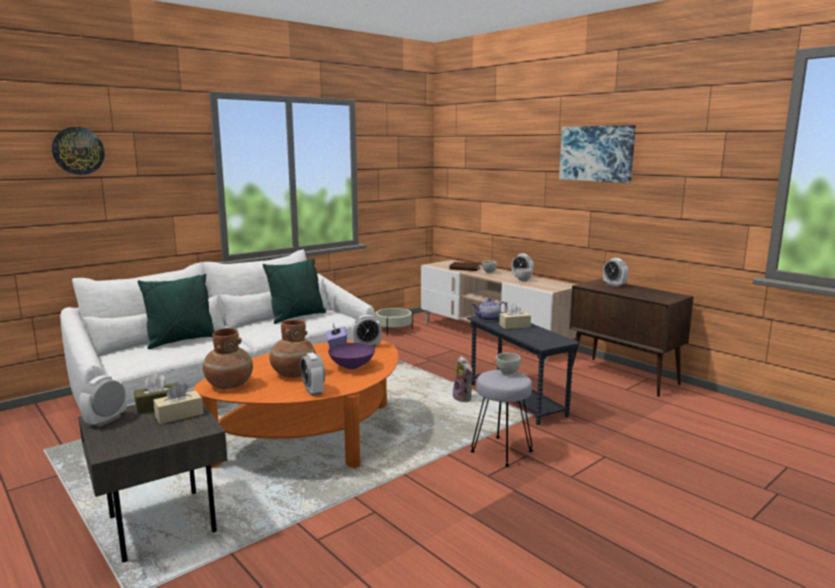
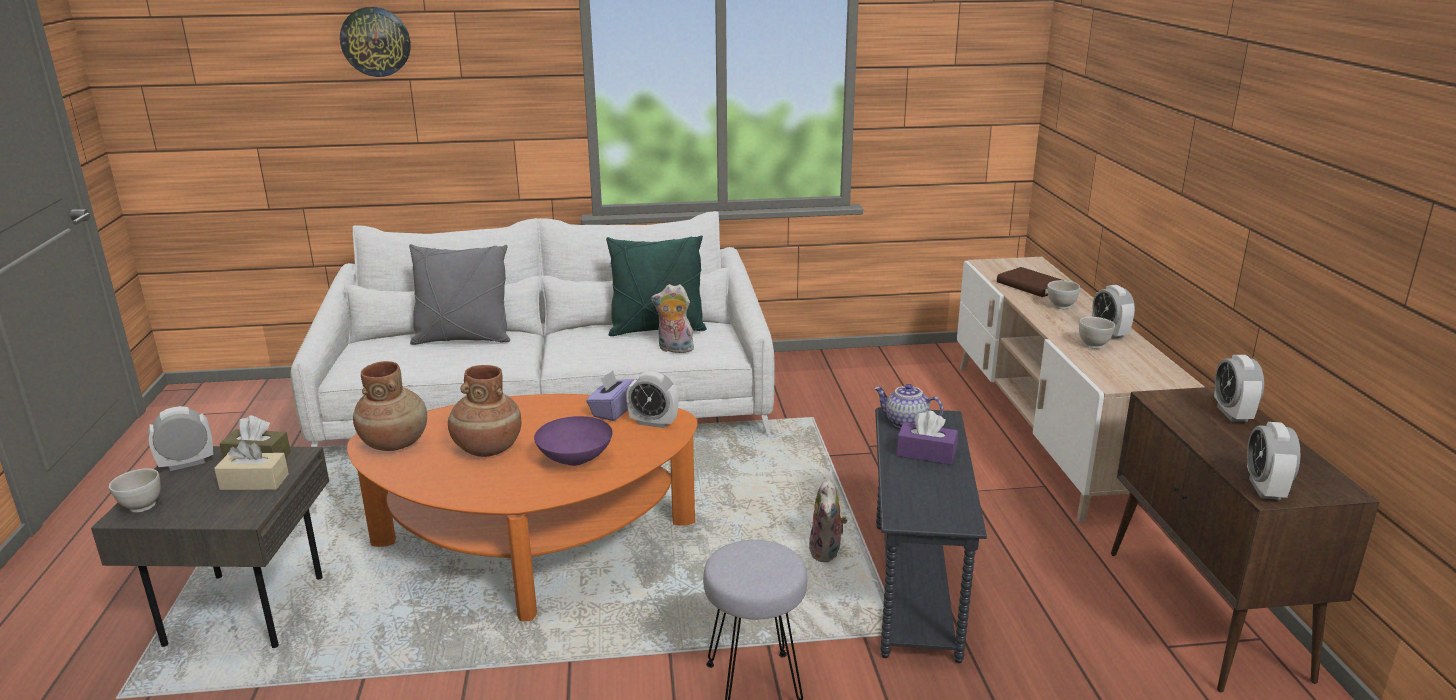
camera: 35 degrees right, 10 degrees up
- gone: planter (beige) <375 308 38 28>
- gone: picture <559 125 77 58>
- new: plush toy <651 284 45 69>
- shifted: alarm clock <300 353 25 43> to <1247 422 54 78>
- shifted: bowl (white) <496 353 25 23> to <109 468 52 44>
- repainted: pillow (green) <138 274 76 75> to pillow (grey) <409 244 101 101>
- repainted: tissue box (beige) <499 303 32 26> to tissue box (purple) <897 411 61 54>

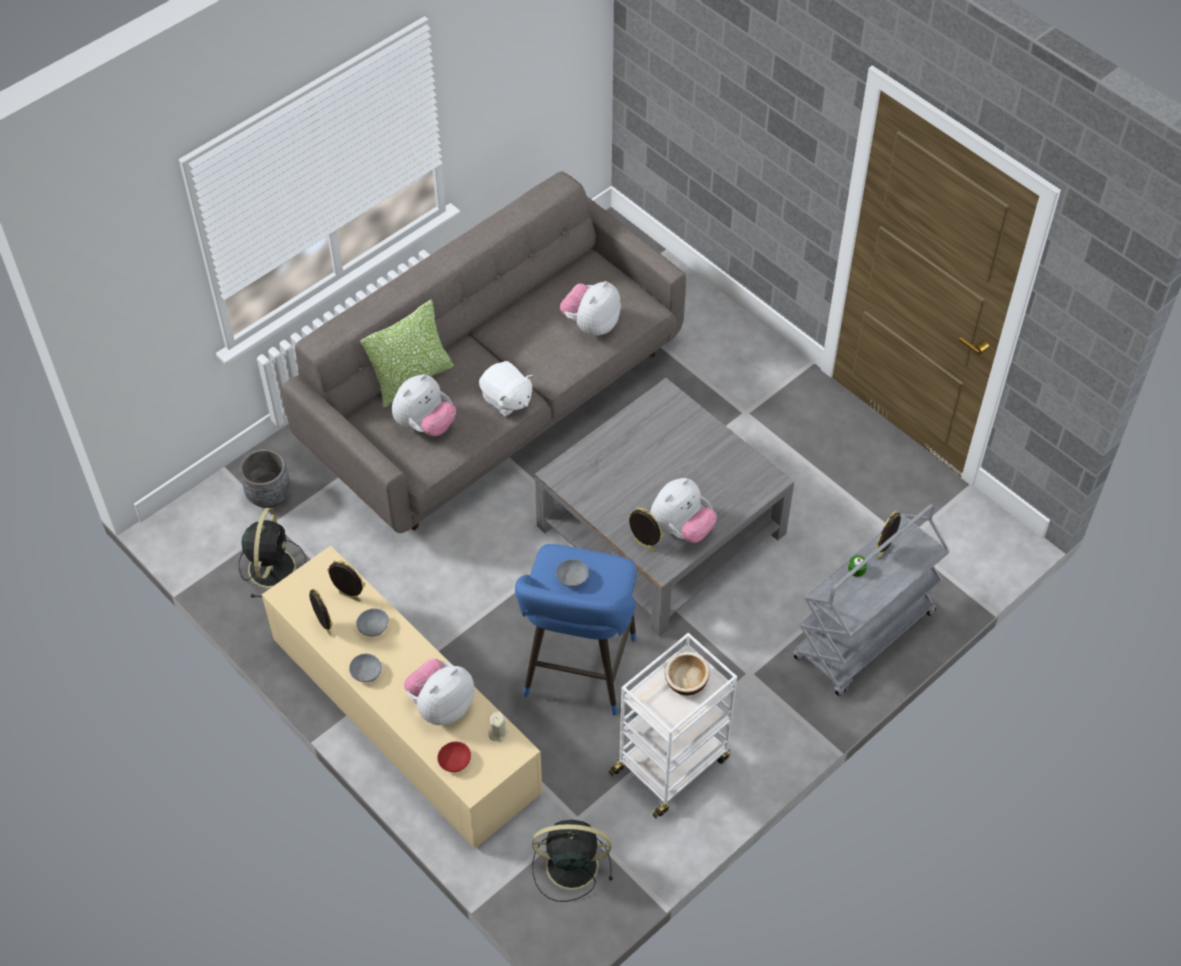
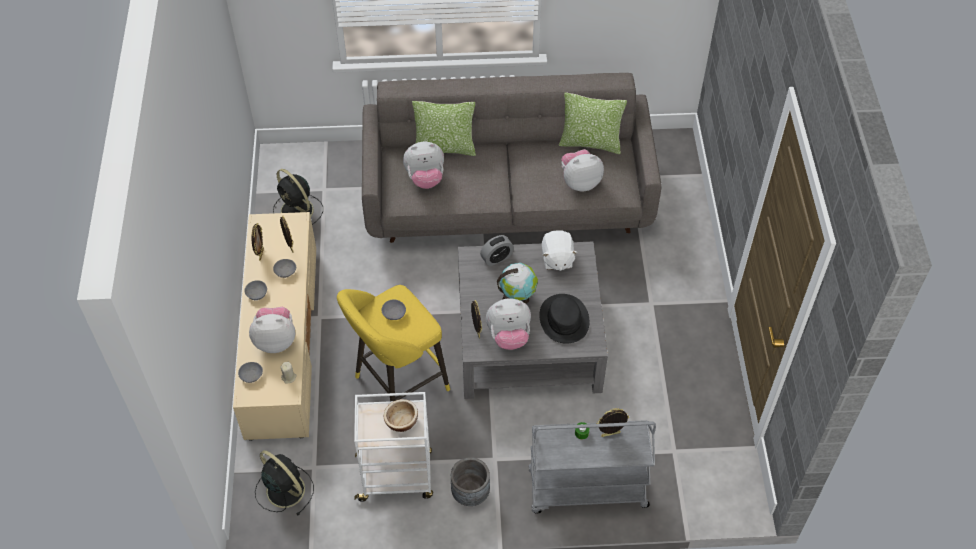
camera: 40 degrees right, 0 degrees up
- new: alarm clock <480 235 34 31>
- new: globe <497 263 41 41>
- new: hat (black) <539 294 51 50>
- new: pillow <559 92 68 62>
- shifted: planter (grey) <239 448 52 60> to <451 457 39 49>
- shifted: plush toy (white) <479 361 54 55> to <542 230 35 41>
- repainted: bowl (red) <437 742 34 30> to bowl (grey) <238 362 25 21>
- repainted: stool (blue) <515 544 122 171> to stool (yellow) <337 285 113 116>
- rotated: fan (black) <239 508 67 89> = <273 169 50 56> 90 degrees clockwise

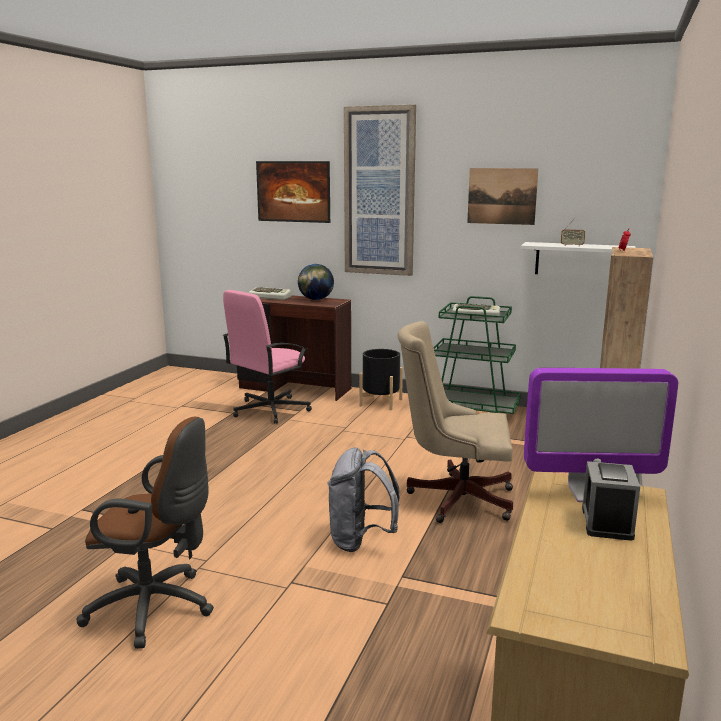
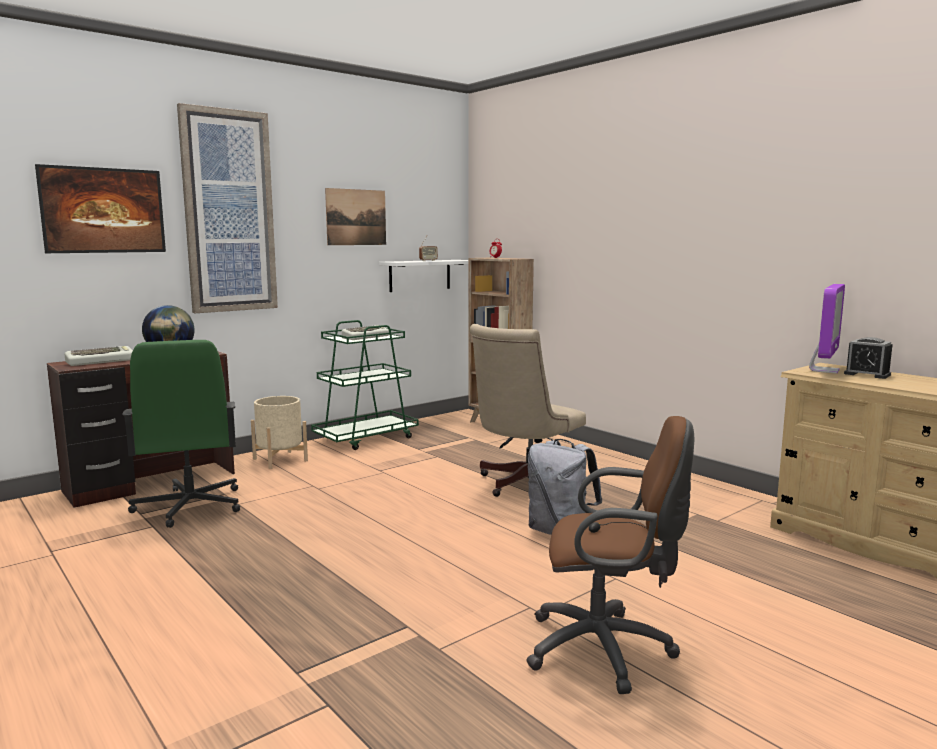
camera: 60 degrees left, 5 degrees down
- repainted: office chair (pink) <223 290 89 134> to office chair (green) <122 340 118 188>
- repainted: planter (black) <359 349 44 61> to planter (beige) <251 396 57 73>
- rotated: office chair (brown) <76 417 138 232> = <526 416 168 278> 60 degrees clockwise

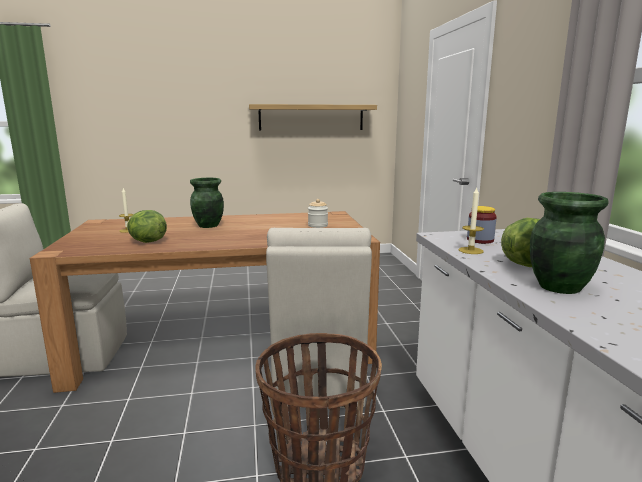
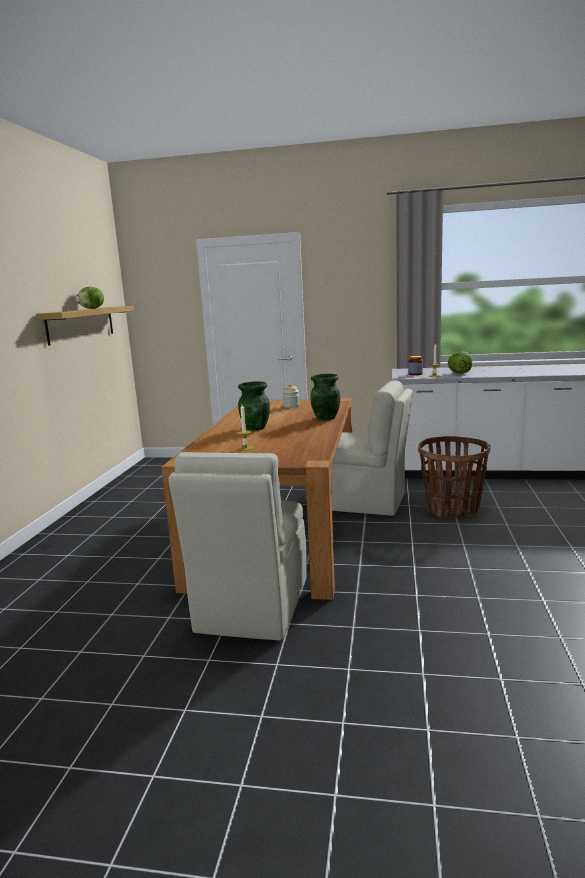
camera: 70 degrees left, 0 degrees up
- shifted: lettuce <127 210 40 33> to <76 287 28 22>
- shifted: vase (green) <530 192 79 102> to <310 374 31 47>

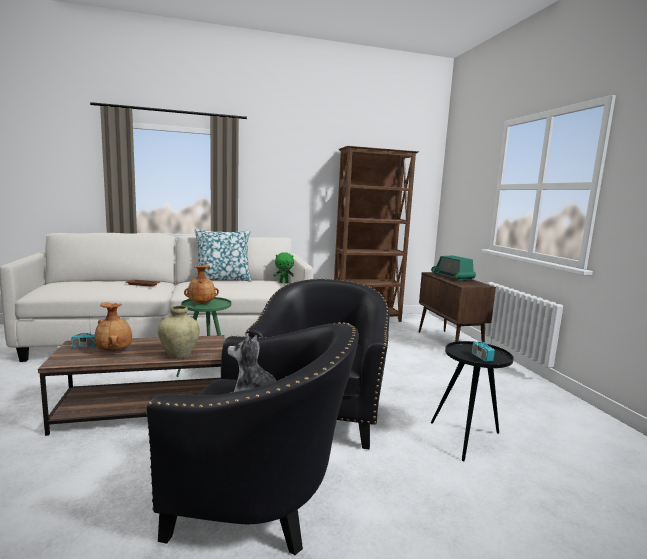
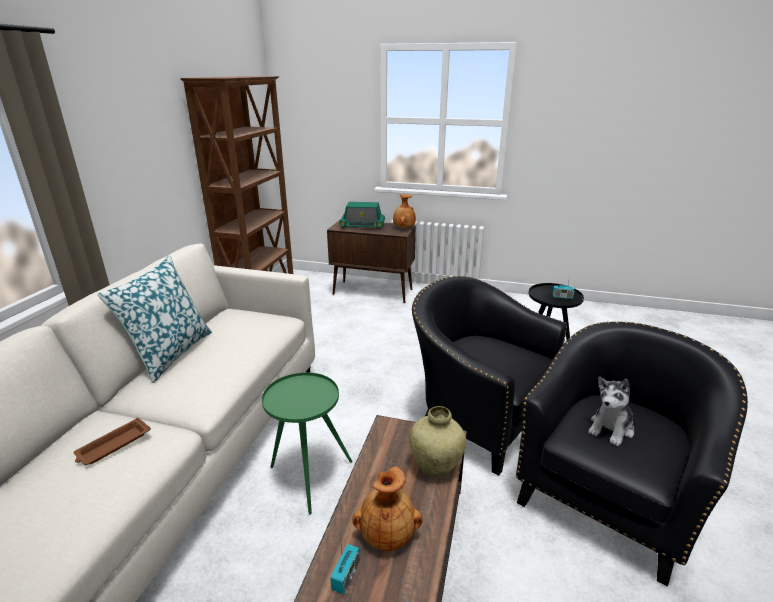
camera: 60 degrees left, 15 degrees up
- gone: plush toy (green) <273 252 21 31>
- shifted: vase (brown) <184 265 35 39> to <393 194 23 34>

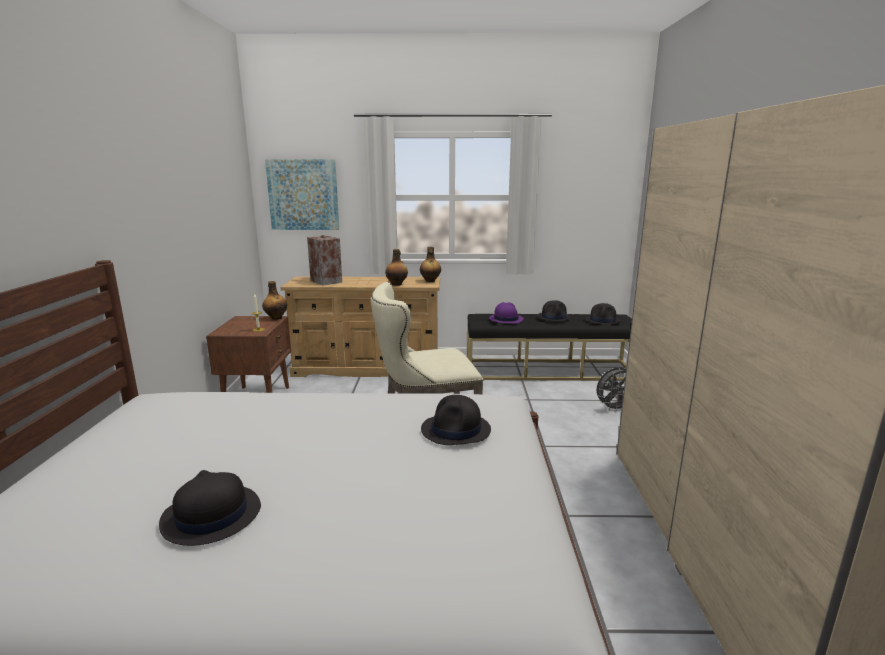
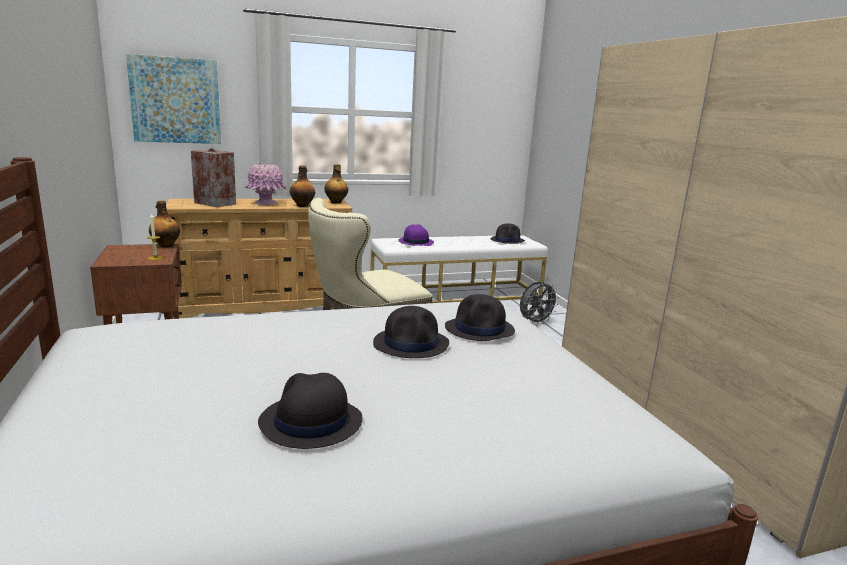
camera: 20 degrees left, 0 degrees up
- new: vase (pink) <245 163 41 42>
- shifted: hat (black) <537 300 35 21> to <373 306 76 52>
- repainted: bench (black) <467 314 165 67> to bench (white) <370 235 178 68>

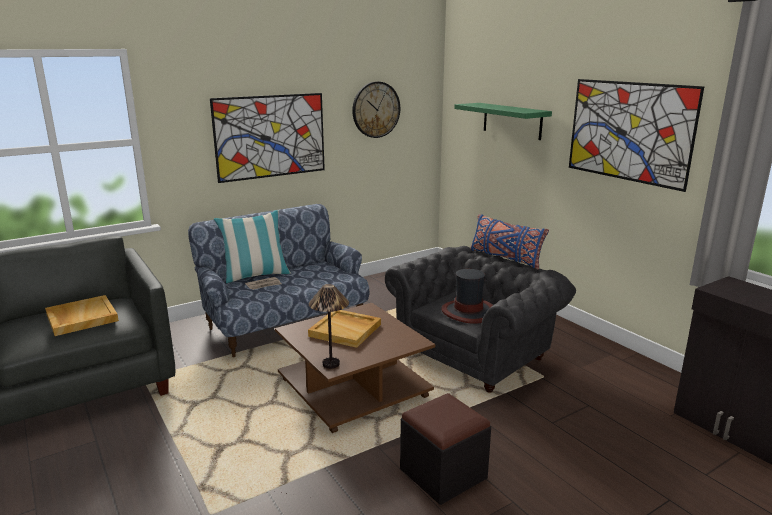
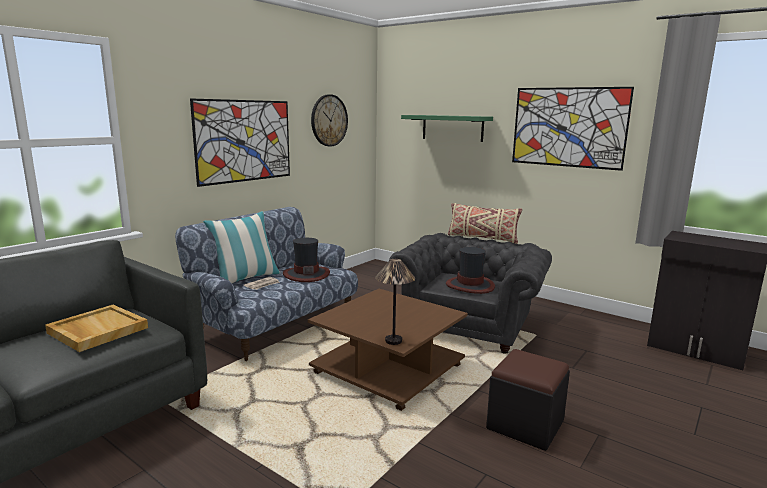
camera: 20 degrees left, 5 degrees down
- gone: tray (beige) <308 310 73 38>
- new: hat <283 238 47 44>
- repainted: pillow (blue) <470 214 79 56> to pillow (beige) <448 203 74 41>

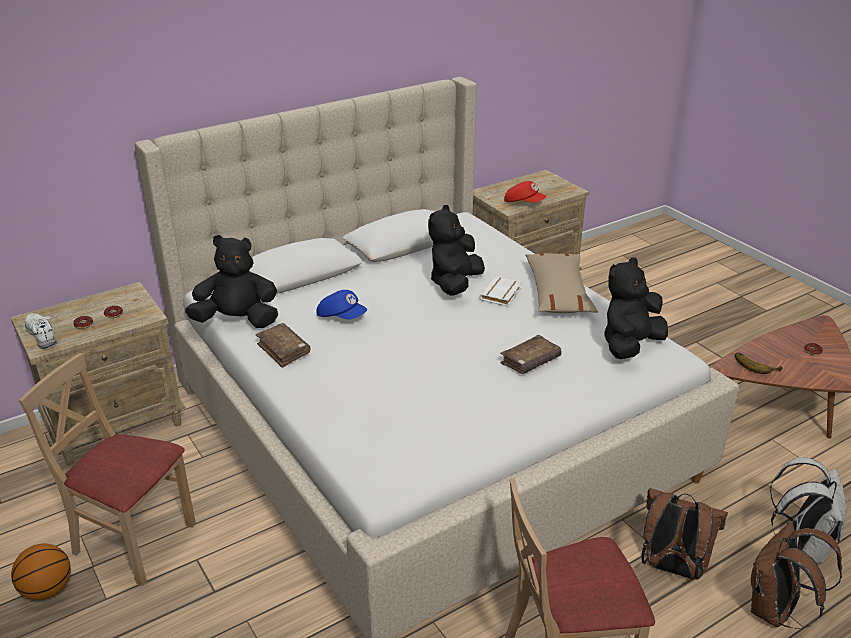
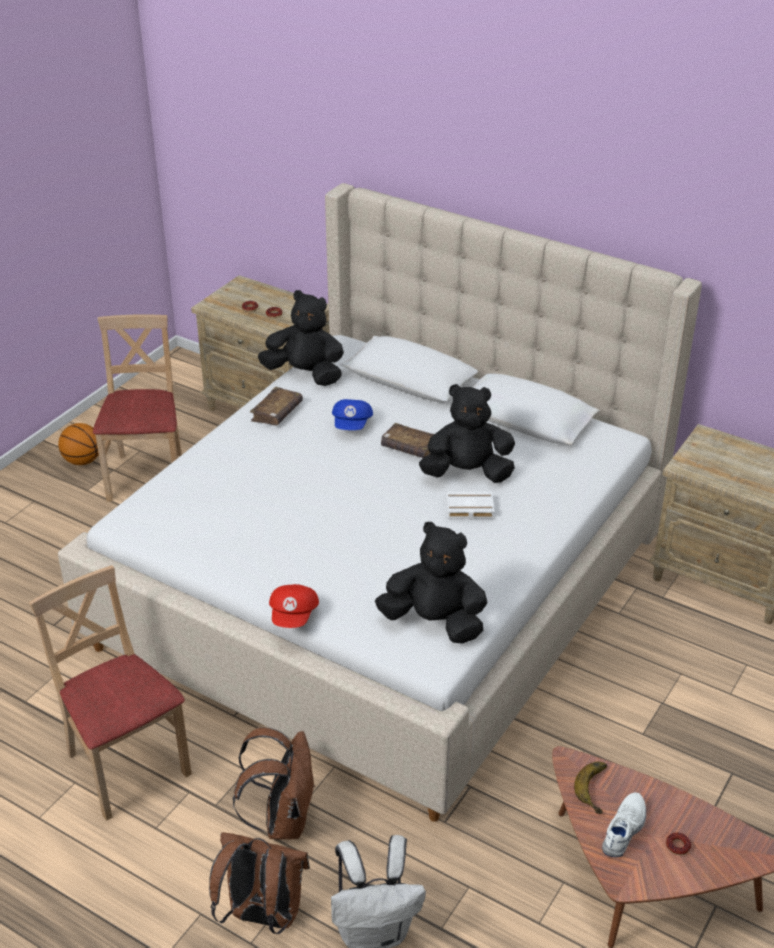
camera: 65 degrees right, 5 degrees up
- gone: pillow (beige) <525 253 73 60>
- shifted: shoe (white) <25 313 31 36> to <602 792 44 65>
- shifted: book (brown) <500 335 61 39> to <381 423 53 35>
- shifted: cap (red) <504 181 43 22> to <269 584 50 44>
- rotated: plush toy (black) <185 235 93 93> = <258 290 86 96> 45 degrees counterclockwise

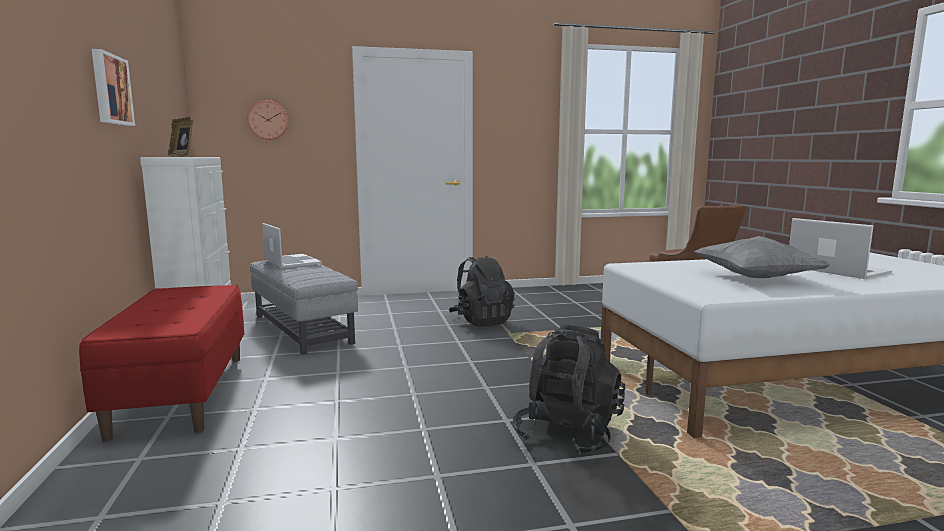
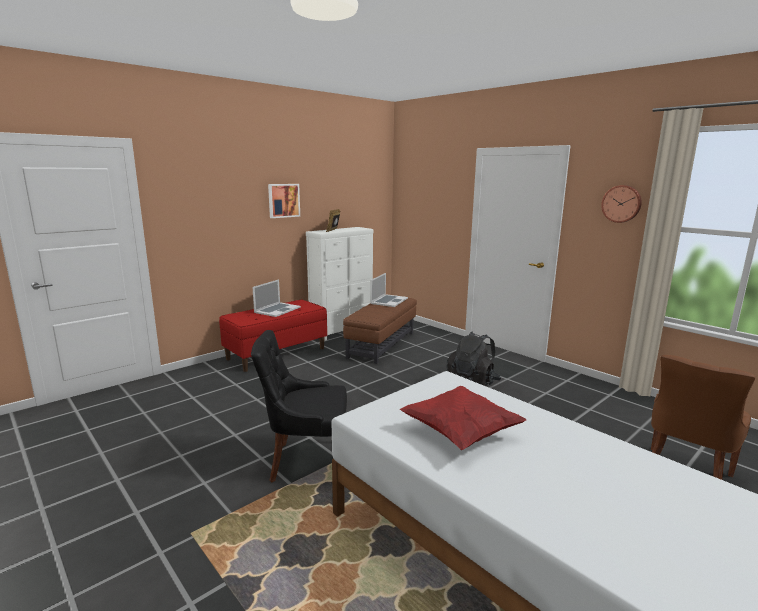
camera: 60 degrees right, 5 degrees up
- shifted: wall clock <247 100 41 40> to <601 185 41 38>
- shifted: laptop <789 218 103 61> to <252 279 49 38>
- swapped: backpack (black) <513 324 112 131> to chair (black) <251 330 96 153>
- repainted: ottoman (grey) <250 260 108 95> to ottoman (brown) <343 298 74 66>
- repainted: pillow (grey) <694 236 136 42> to pillow (red) <400 386 126 64>

